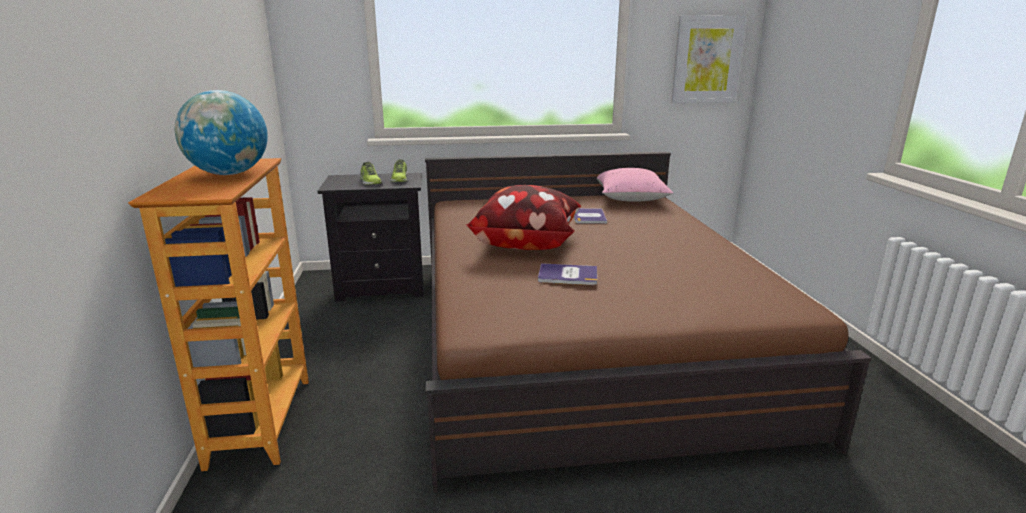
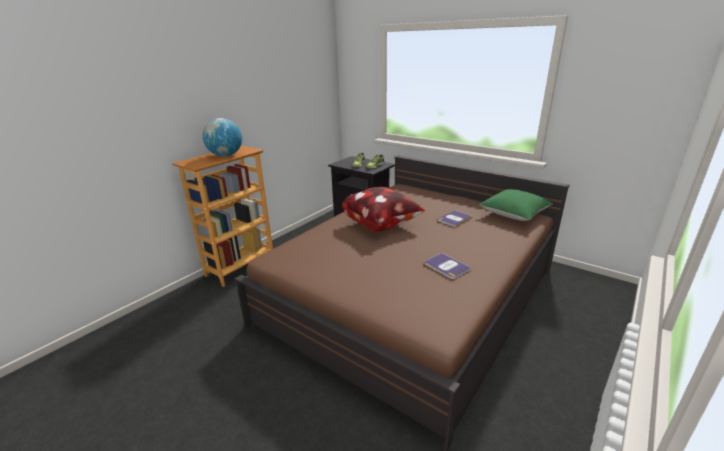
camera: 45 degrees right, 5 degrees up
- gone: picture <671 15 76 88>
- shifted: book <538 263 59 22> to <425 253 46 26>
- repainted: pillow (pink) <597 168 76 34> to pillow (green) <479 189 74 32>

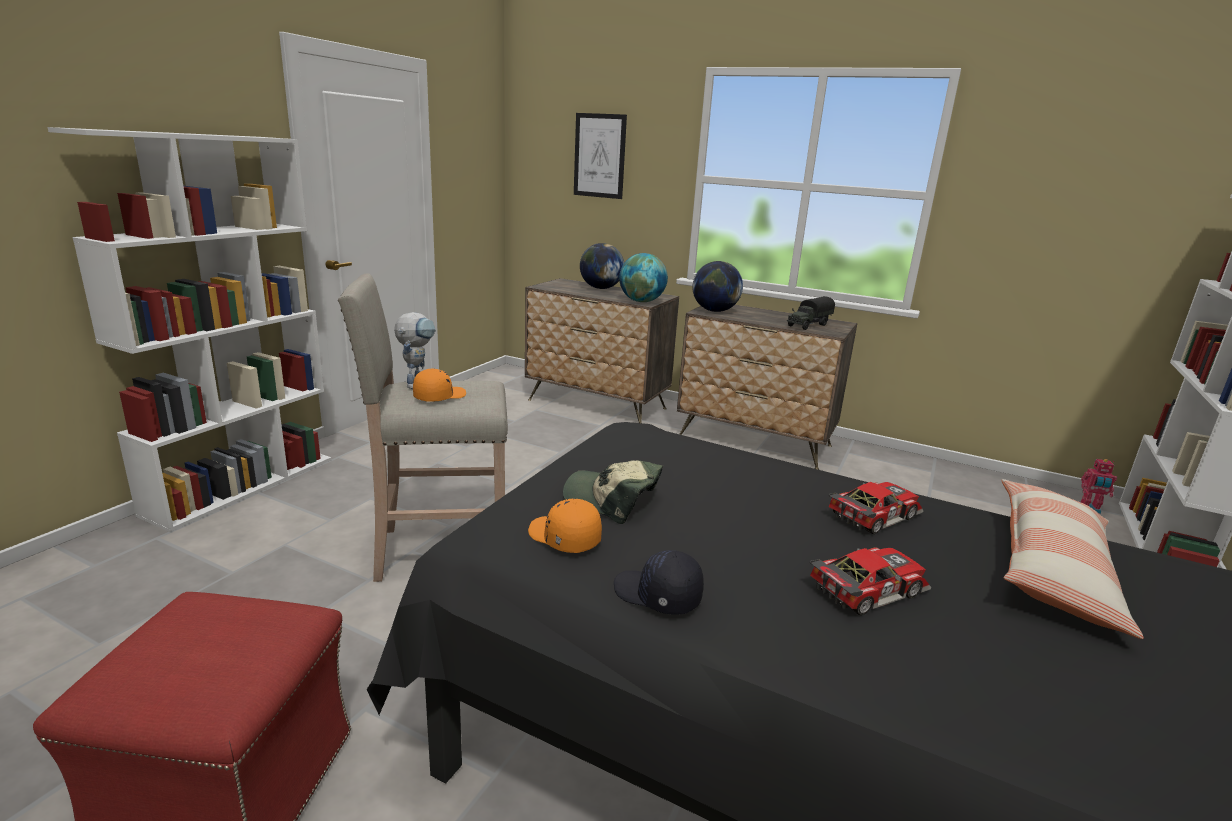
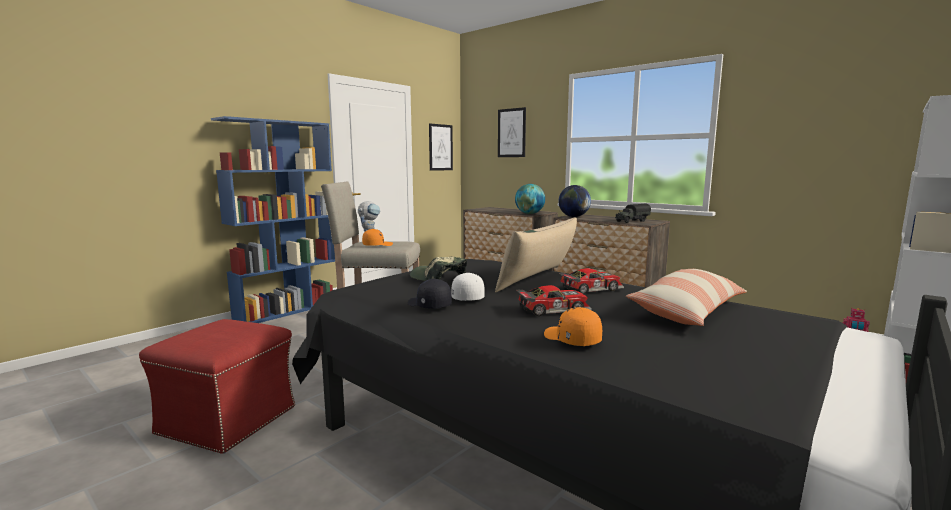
camera: 15 degrees right, 10 degrees down
- gone: globe <580 243 44 46>
- new: picture <429 123 24 48>
- new: cap (white) <451 273 34 28>
- new: pillow (beige) <495 217 82 75>
- shifted: cap (orange) <528 499 74 54> to <544 307 58 39>
- repainted: bookcase (white) <47 127 284 405> to bookcase (blue) <211 116 124 207>

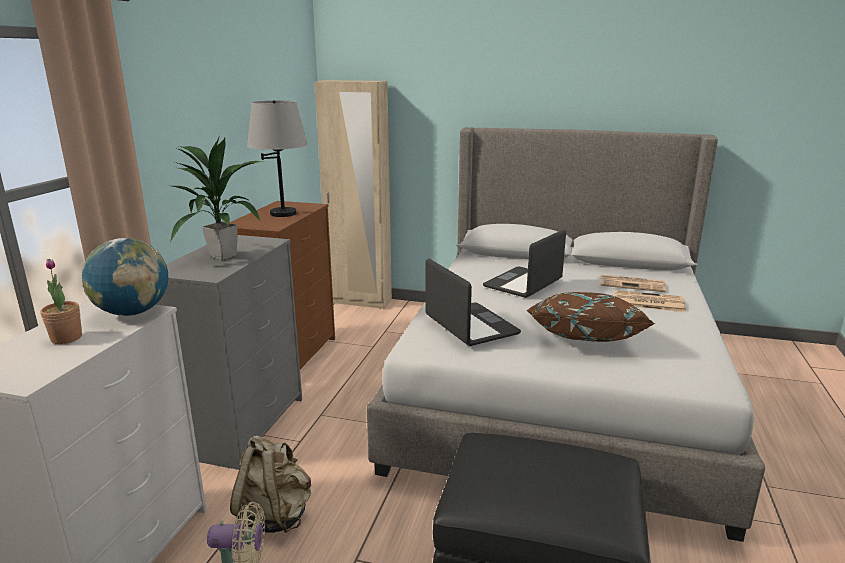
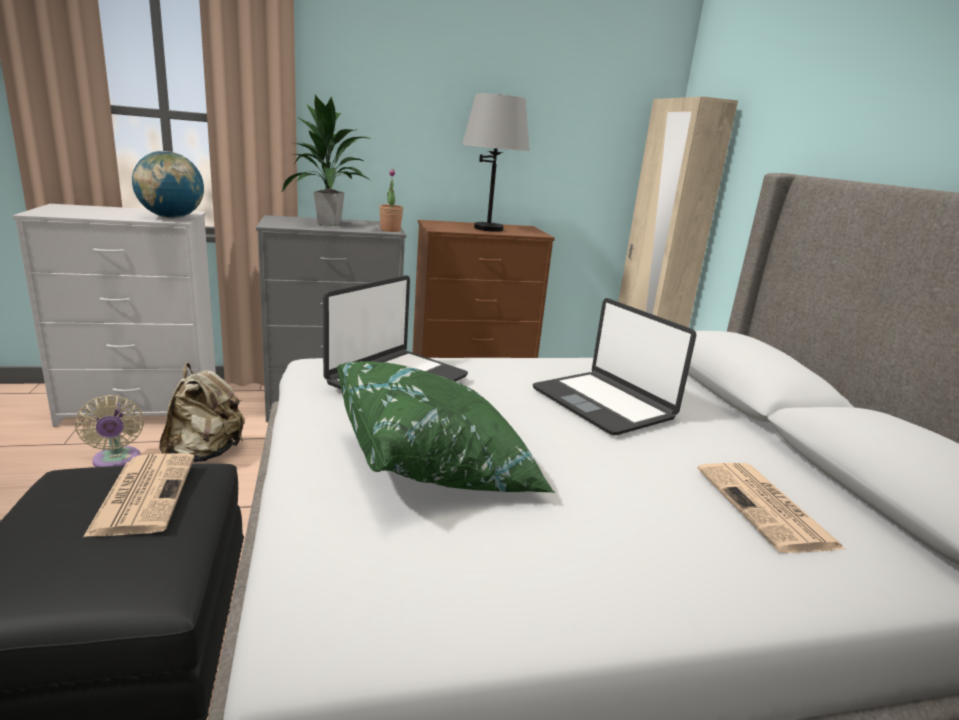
camera: 60 degrees right, 0 degrees up
- shifted: potted plant <40 258 42 86> to <379 169 24 63>
- shifted: newspaper <614 290 72 22> to <83 453 112 84>
- repainted: pillow (brown) <526 292 130 50> to pillow (green) <337 361 218 132>
- rotated: laptop <483 230 83 68> = <533 298 163 137> 135 degrees counterclockwise

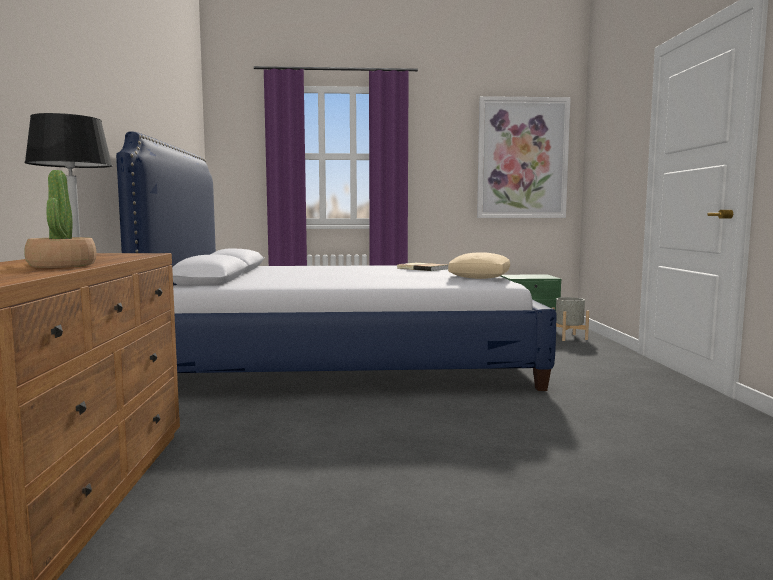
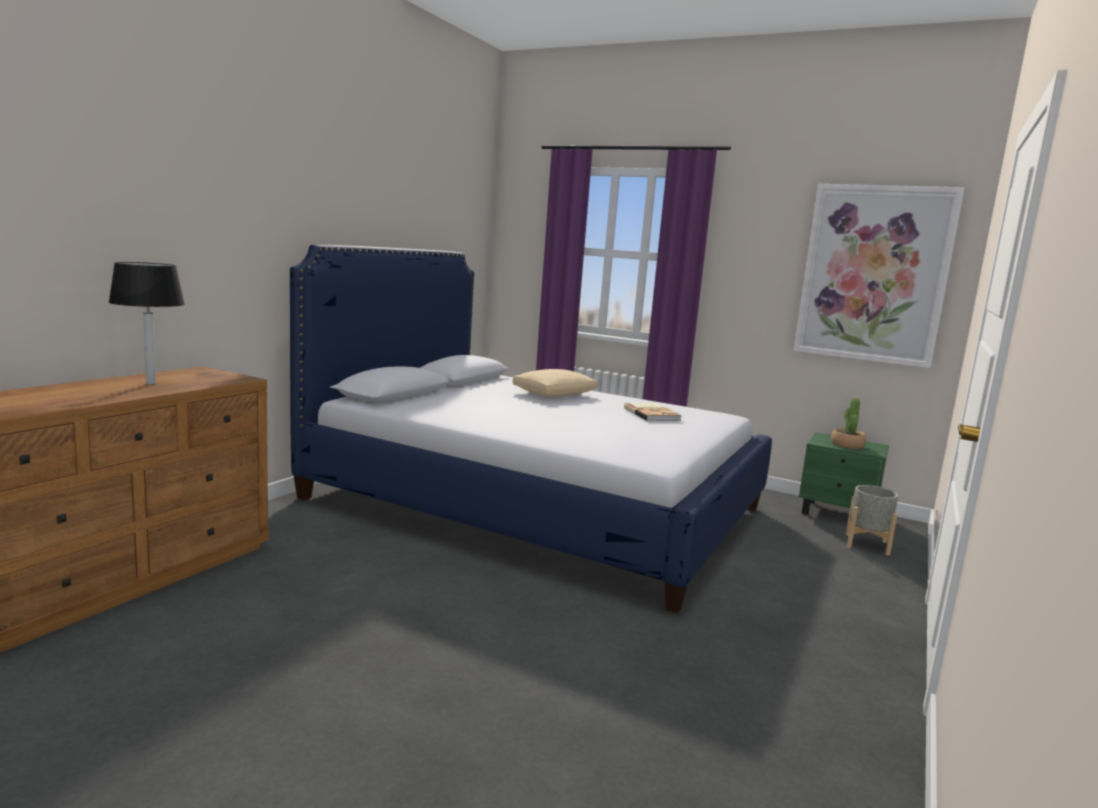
camera: 30 degrees right, 5 degrees up
- shifted: potted plant <24 170 73 98> to <831 398 35 51>
- shifted: pillow (beige) <448 252 62 27> to <513 369 85 28>

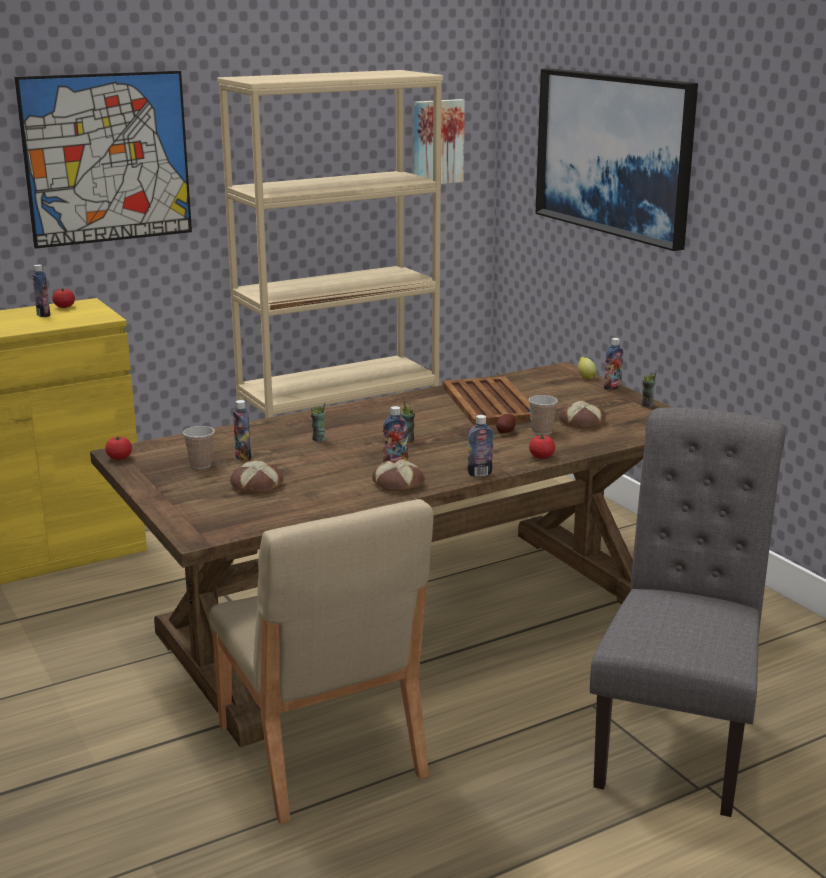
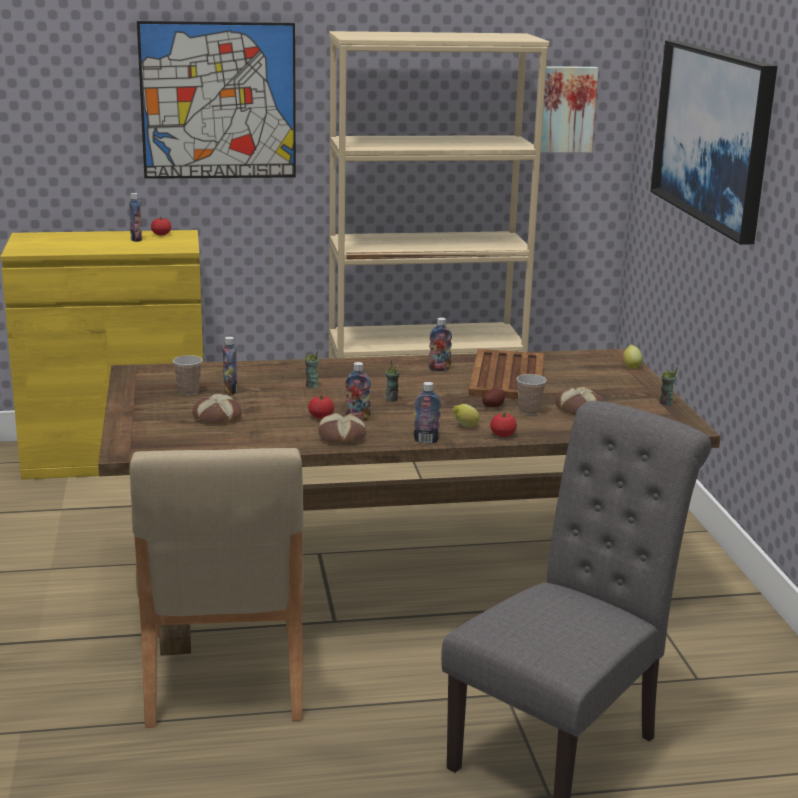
camera: 20 degrees right, 0 degrees up
- new: lemon <453 404 26 23>
- shifted: tomato <105 436 27 24> to <308 395 26 24>
- shifted: bottle <604 338 19 52> to <429 318 23 53>

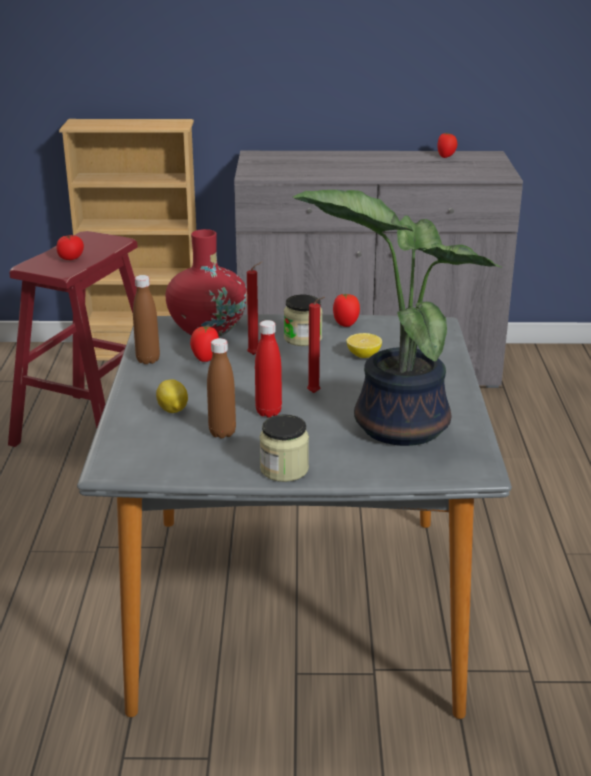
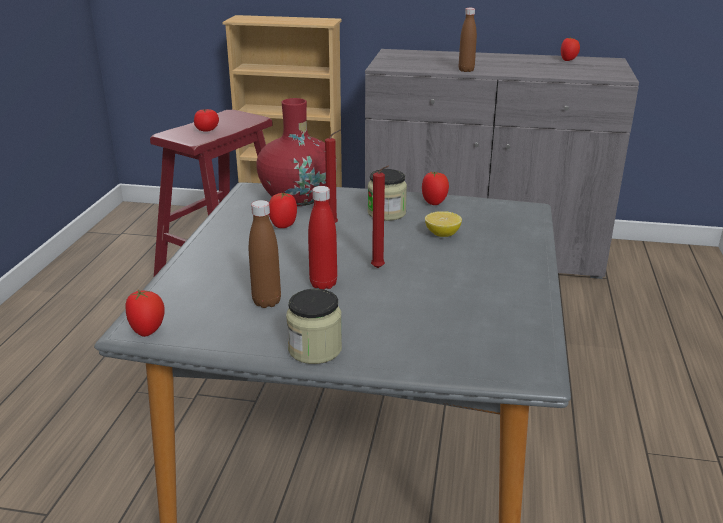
camera: 10 degrees right, 0 degrees up
- gone: lemon <156 379 32 34>
- gone: potted plant <293 190 209 256>
- new: tomato <125 290 40 47>
- shifted: bottle (brown) <133 275 27 89> to <459 8 18 64>

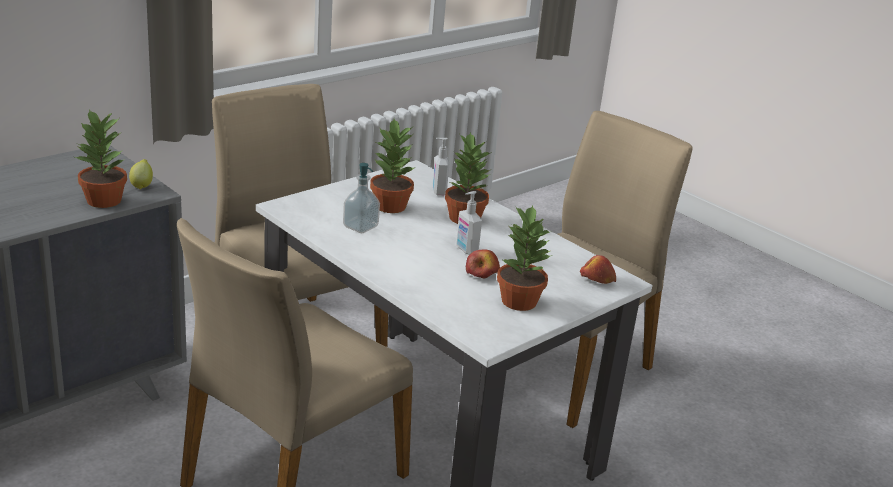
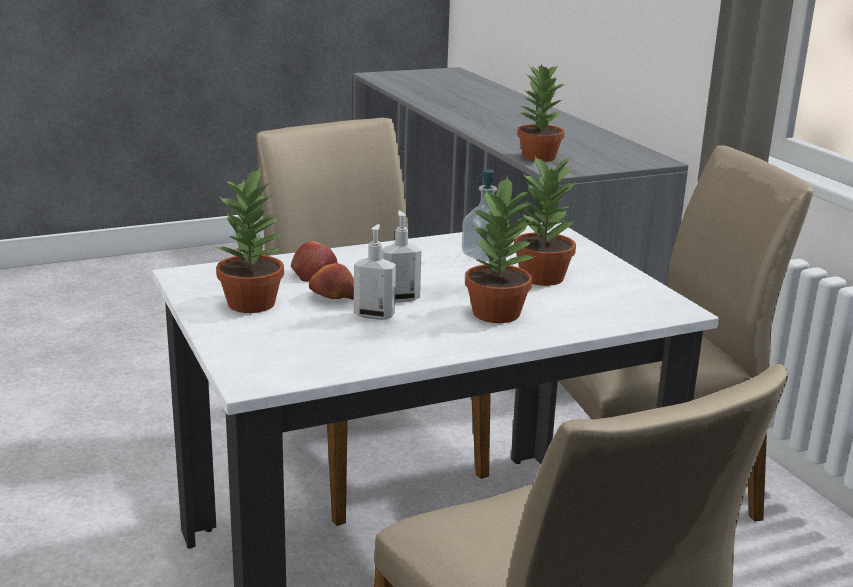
camera: 110 degrees right, 5 degrees down
- gone: lemon <129 159 24 30>
- shifted: soap dispenser <433 138 16 58> to <354 224 42 96>
- shifted: apple <580 255 36 29> to <291 241 47 41>

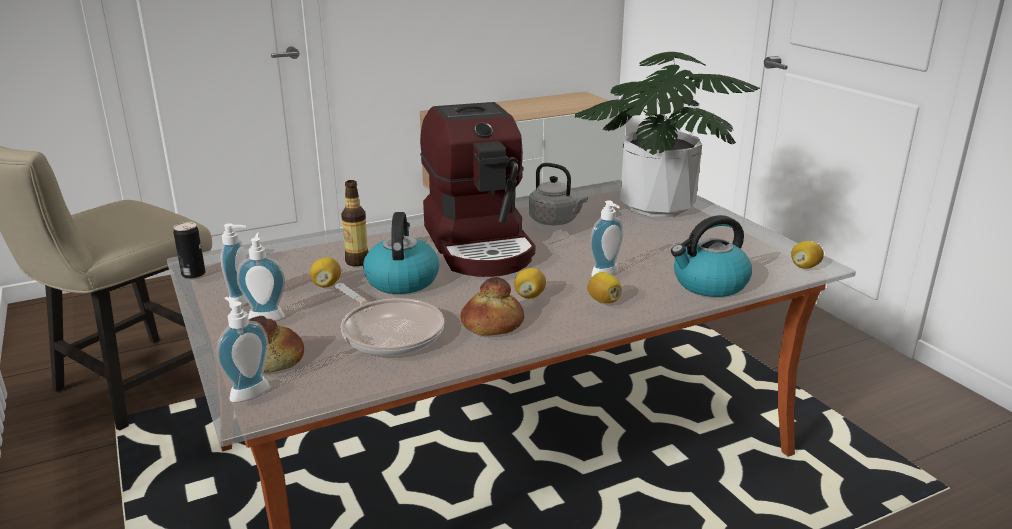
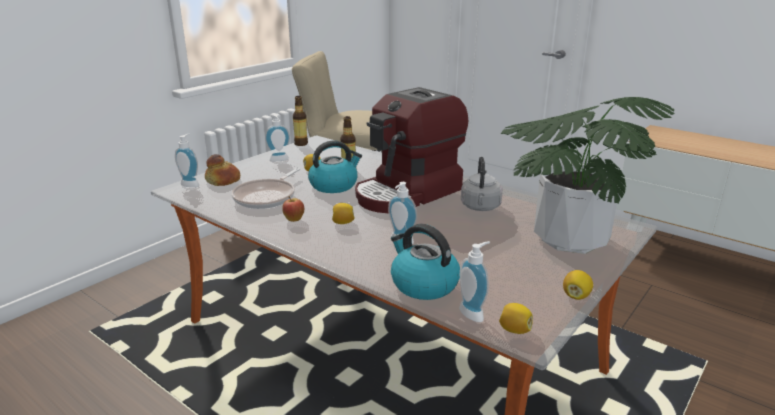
camera: 65 degrees right, 0 degrees up
- shifted: soap dispenser <237 233 48 88> to <459 241 31 81>
- shifted: lemon <587 272 35 31> to <563 270 30 30>
- swapped: can <173 222 33 57> to bottle <293 96 15 50>
- swapped: bread <460 277 64 59> to apple <282 196 22 26>

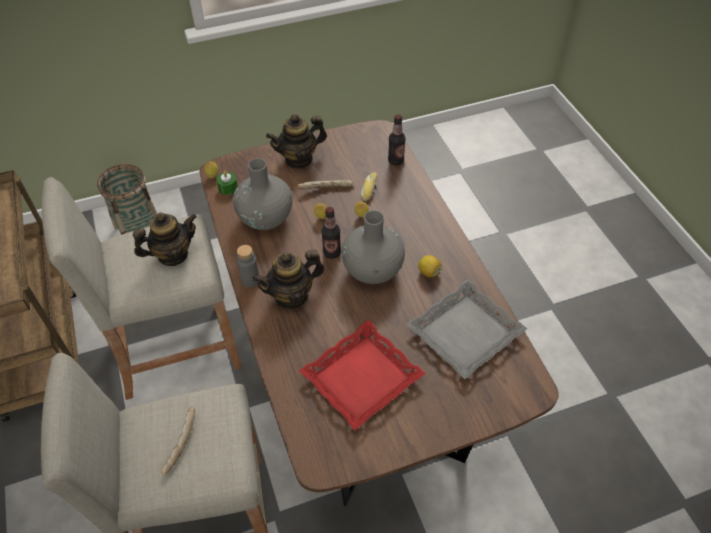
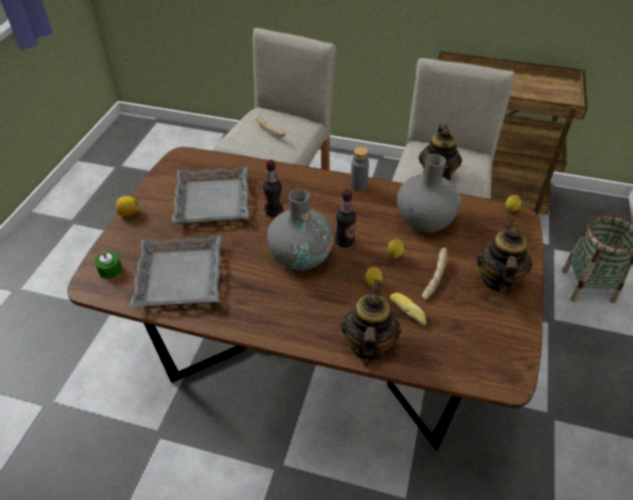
camera: 125 degrees right, 5 degrees down
- shifted: candle (green) <216 171 22 24> to <95 251 27 28>
- shifted: teapot <252 250 72 59> to <341 279 60 88>
- shifted: bottle <388 114 18 52> to <263 160 20 57>
- shifted: lemon <418 255 24 22> to <116 196 23 20>
- repainted: tray (red) <299 320 127 110> to tray (grey) <172 166 77 57>

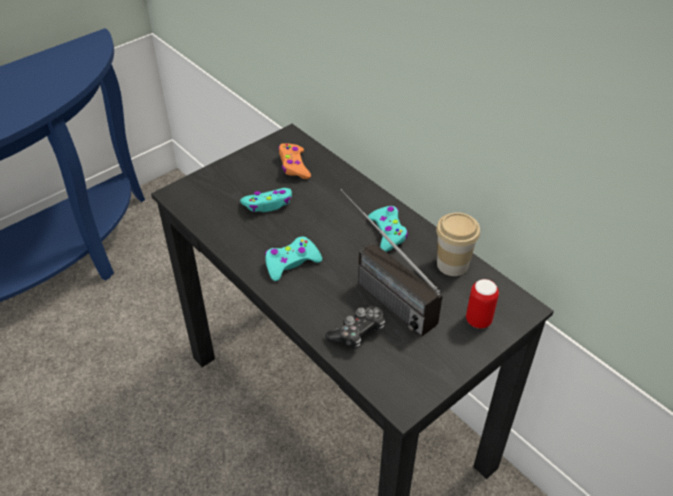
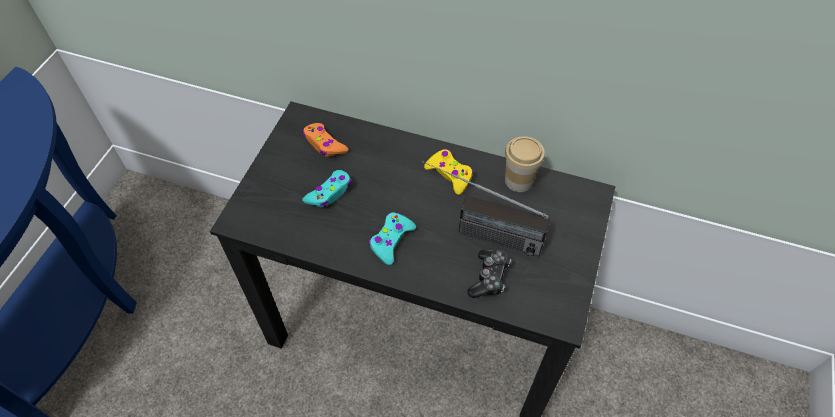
camera: 30 degrees left, 10 degrees up
- gone: can <466 279 33 50>
- repainted: game controller (turquoise) <368 206 40 46> to game controller (yellow) <424 149 49 46>

